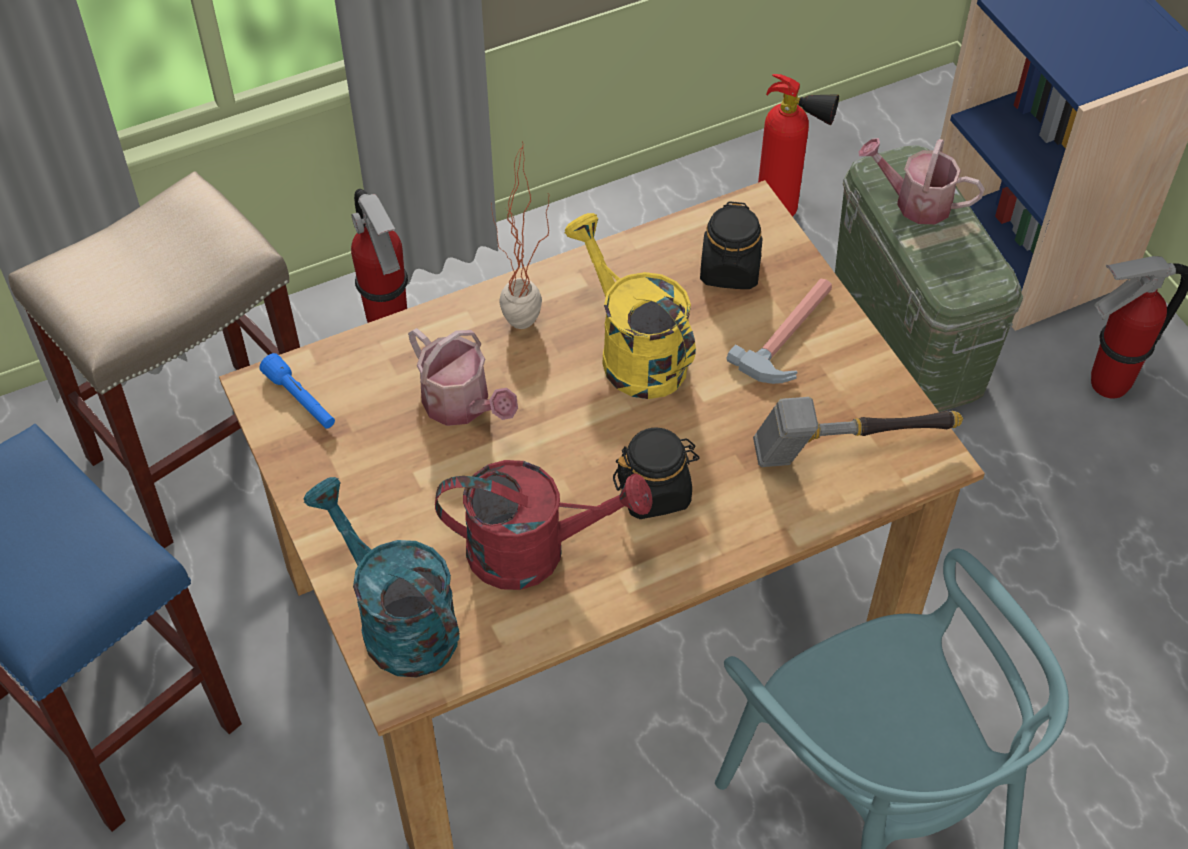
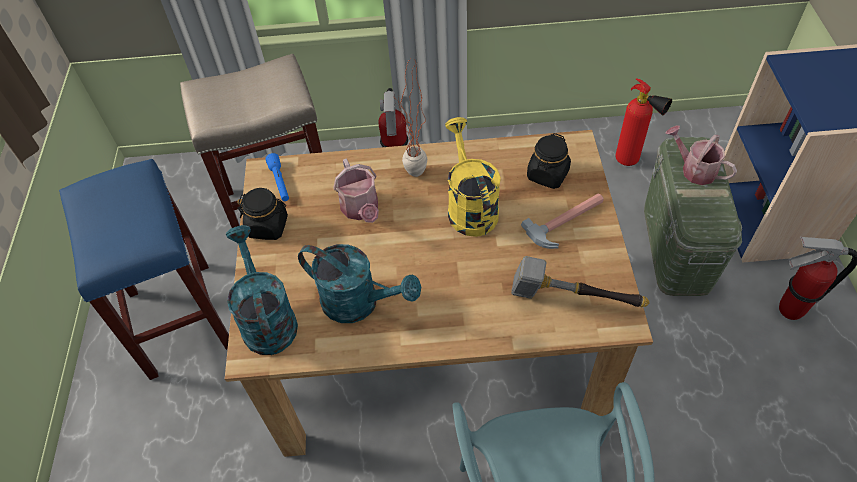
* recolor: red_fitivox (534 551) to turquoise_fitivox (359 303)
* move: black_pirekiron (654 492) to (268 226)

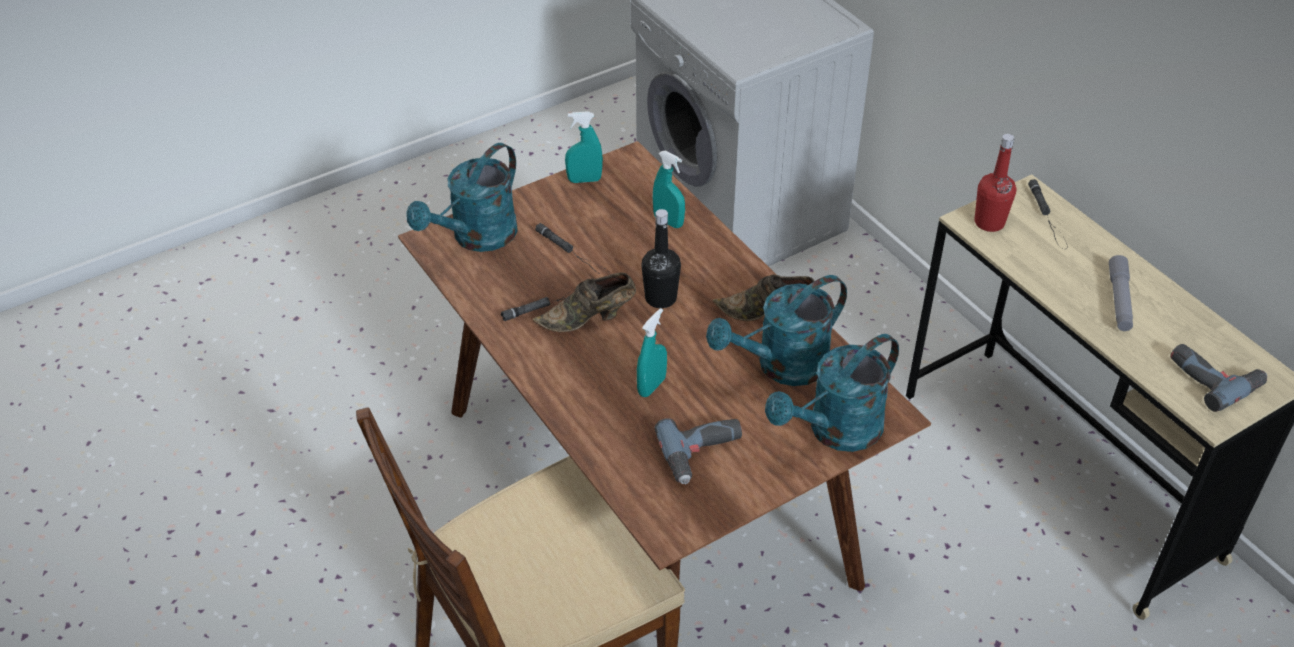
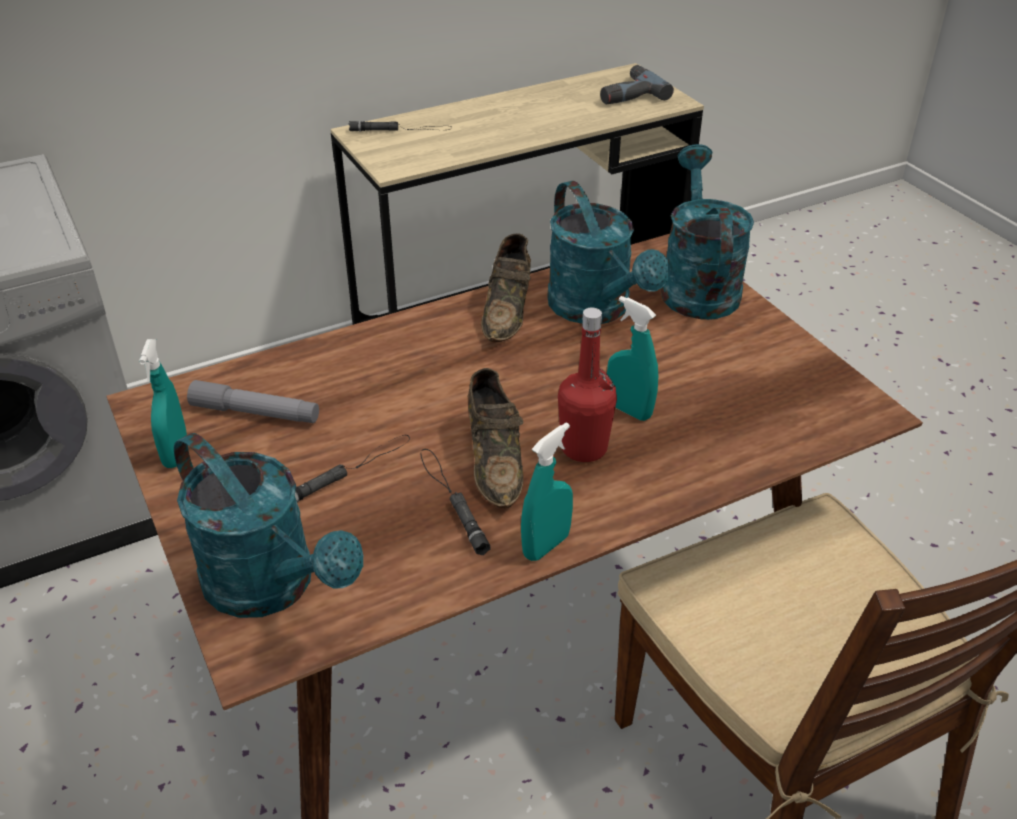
* delete: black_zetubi (660 298)
* move: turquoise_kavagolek (668 221) to (546 546)
* delete: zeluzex (703 454)
* rotate: turquoise_fitivox (835 431) = (697 285) 150 degrees counterclockwise
* move: red_zetubi (989 222) to (584 448)
* move: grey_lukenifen (1119 300) to (255 413)

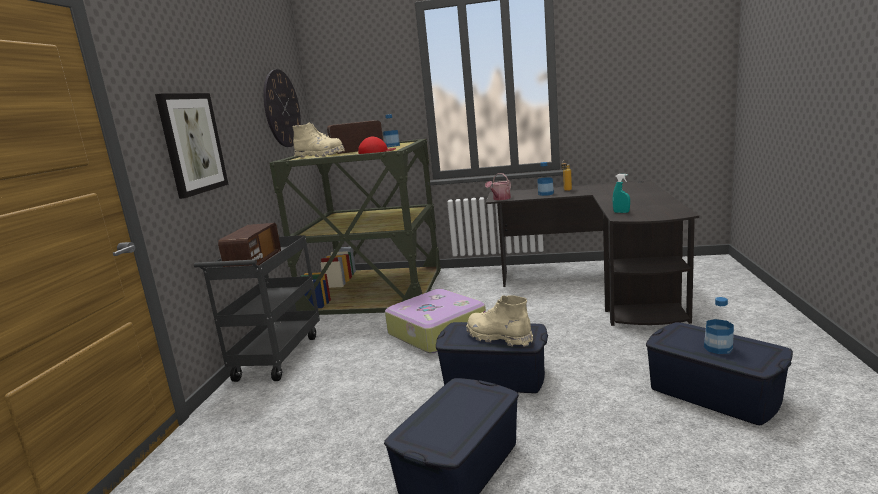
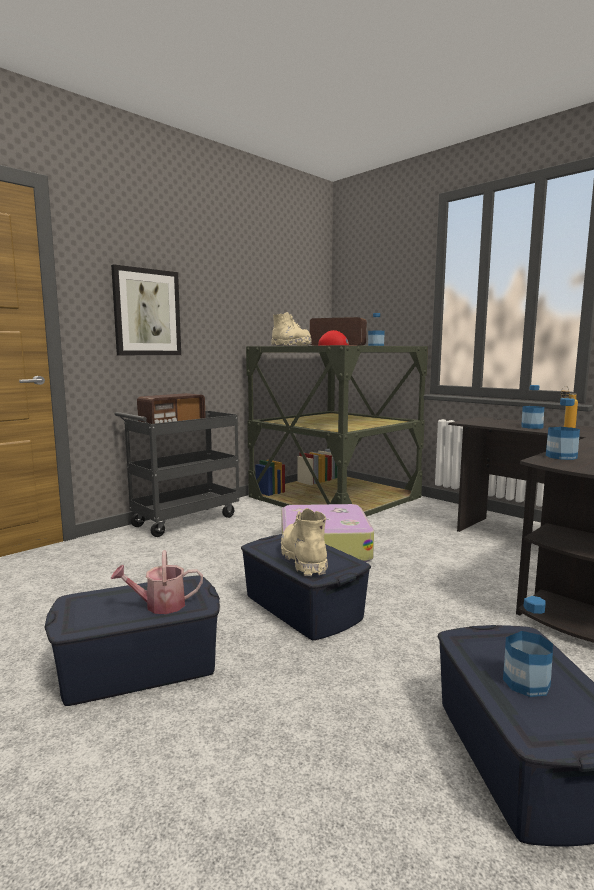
* delete: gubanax (282 108)
* move: fitivox (500 199) to (159 605)
* replace: turquoise_kavagolek (621 212) to zetubi (561 456)

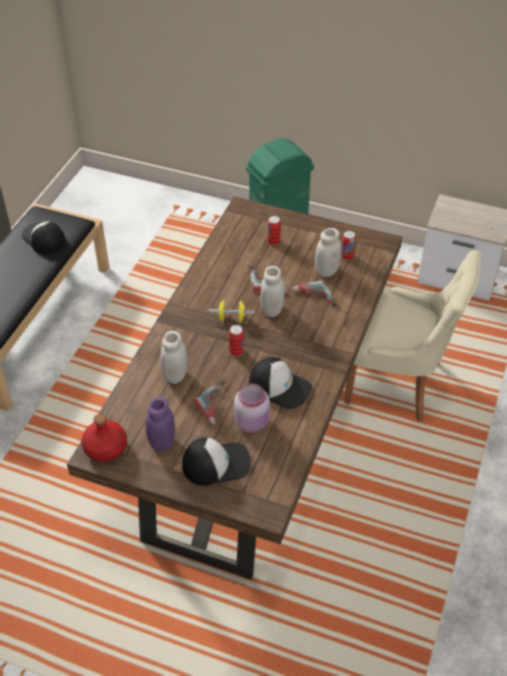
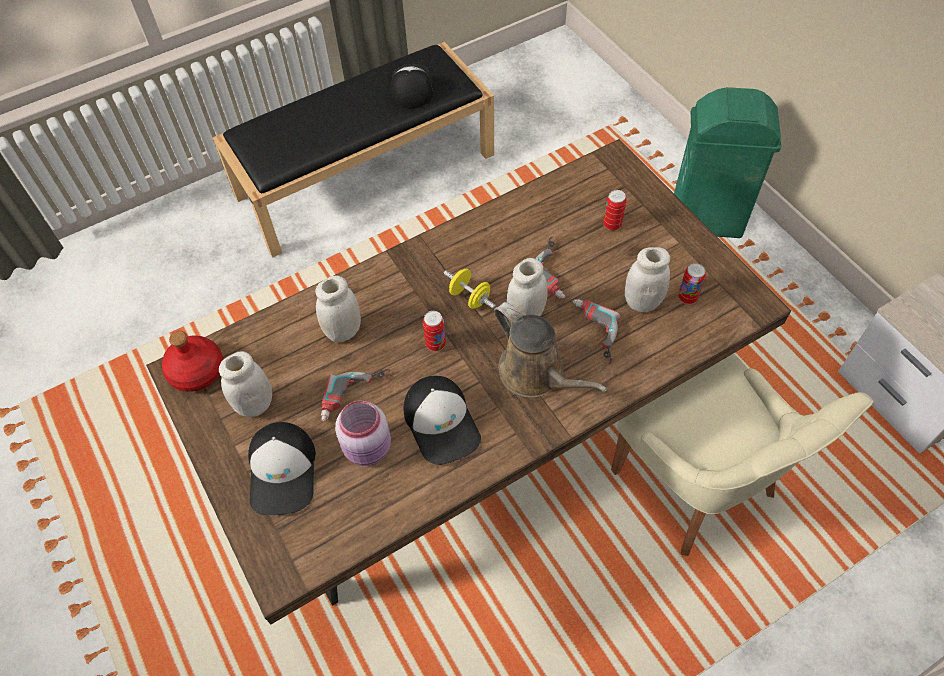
* recolor: purple_pirekiron (162 442) to white_pirekiron (255 404)
* rotate: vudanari (216 463) = (283 472) 60 degrees clockwise
* insert: brown_fitivox (536 374)

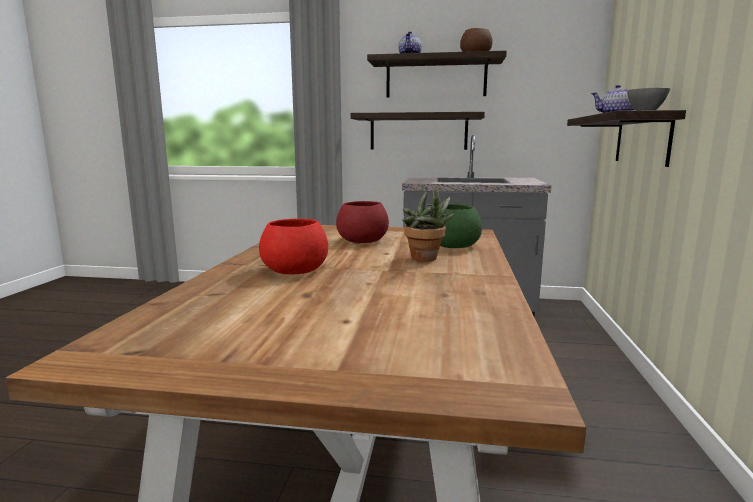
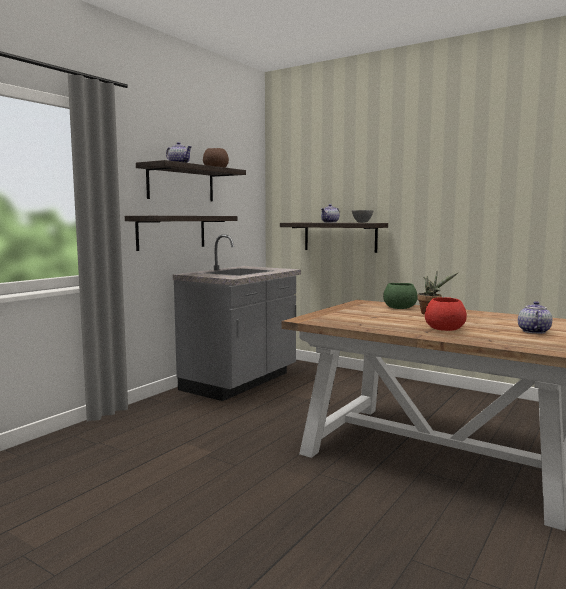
* delete: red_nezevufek (363 240)
* insert: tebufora (533 331)

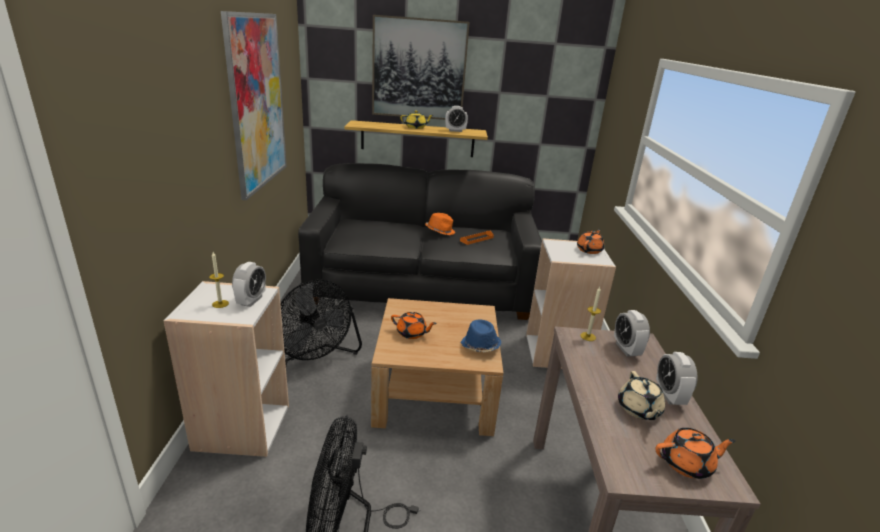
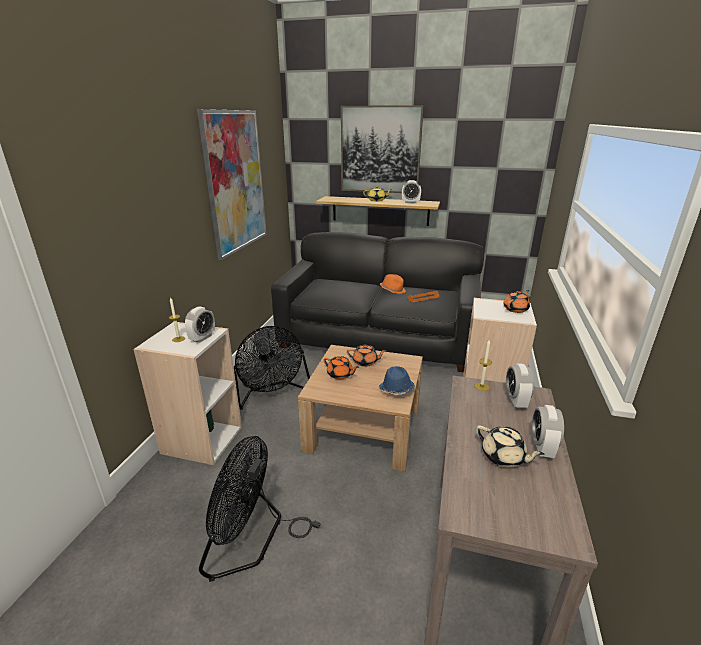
* rotate: beige_tebufora (639 409) = (503 457) 60 degrees counterclockwise
* move: orange_tebufora (687 464) to (365 362)

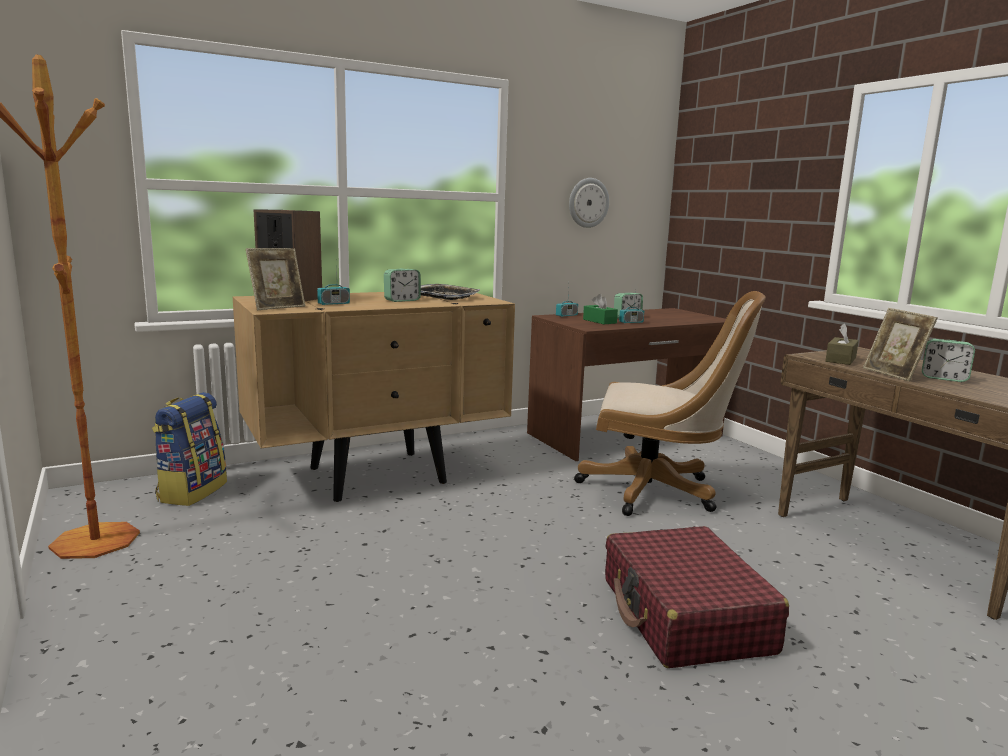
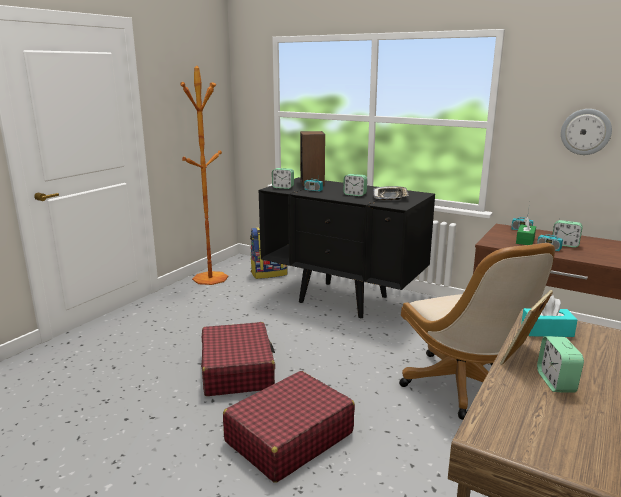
* recolor: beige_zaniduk (378 476) to black_zaniduk (344 300)
* replace: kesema (277 307) to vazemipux (283 187)
* recolor: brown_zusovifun (840 359) to turquoise_zusovifun (547 331)
* insert: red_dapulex (237 370)

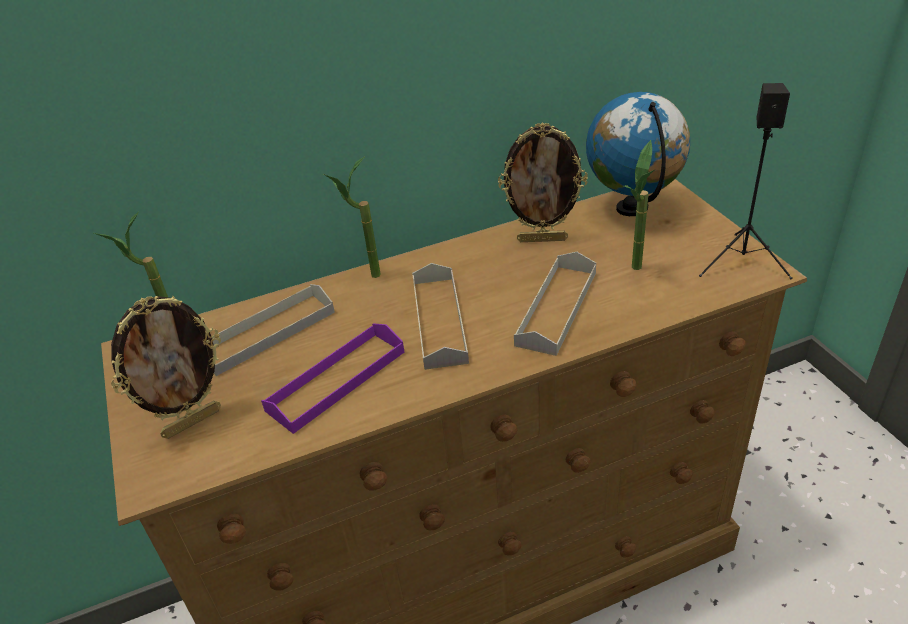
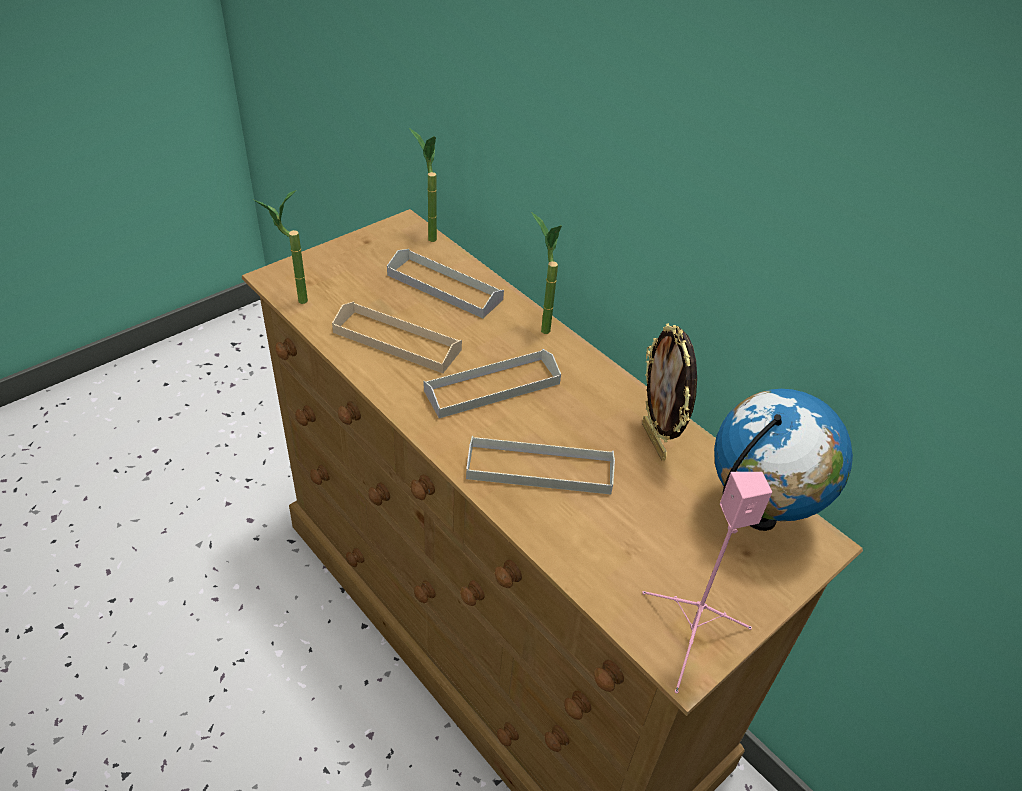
* delete: kesema (192 422)
* recolor: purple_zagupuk (336 380) to beige_zagupuk (397 341)
* move: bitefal (636 273) to (293 301)
* recolor: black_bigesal (743 262) to pink_bigesal (690 637)

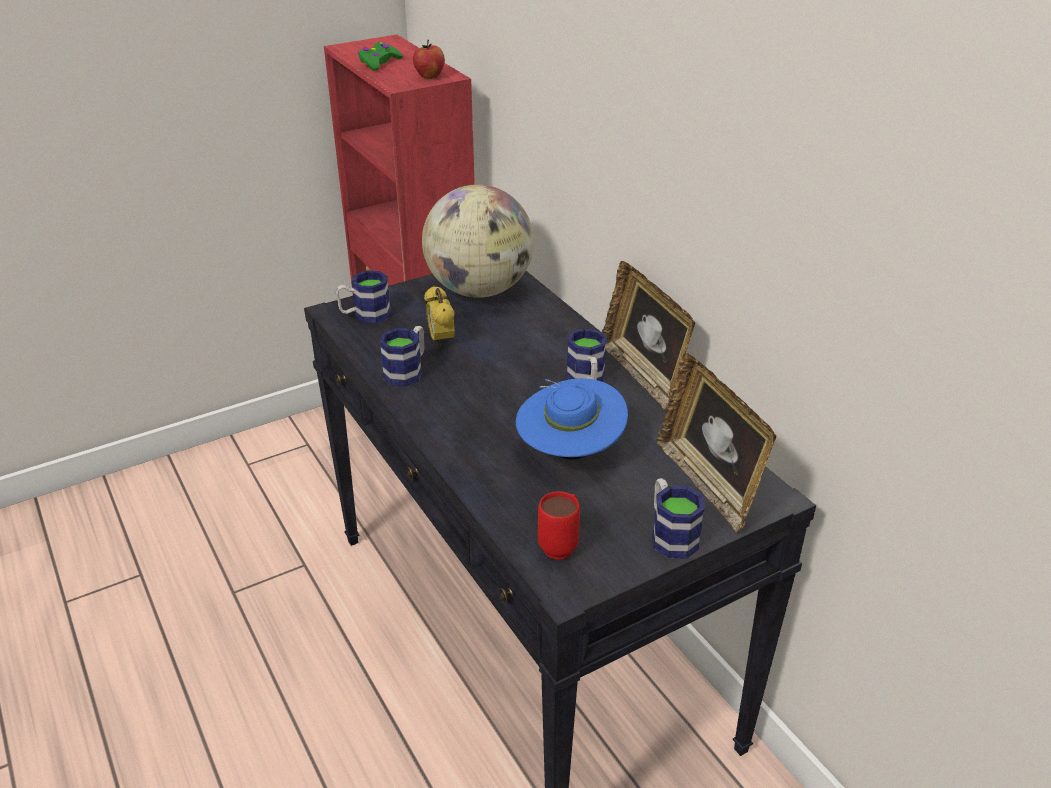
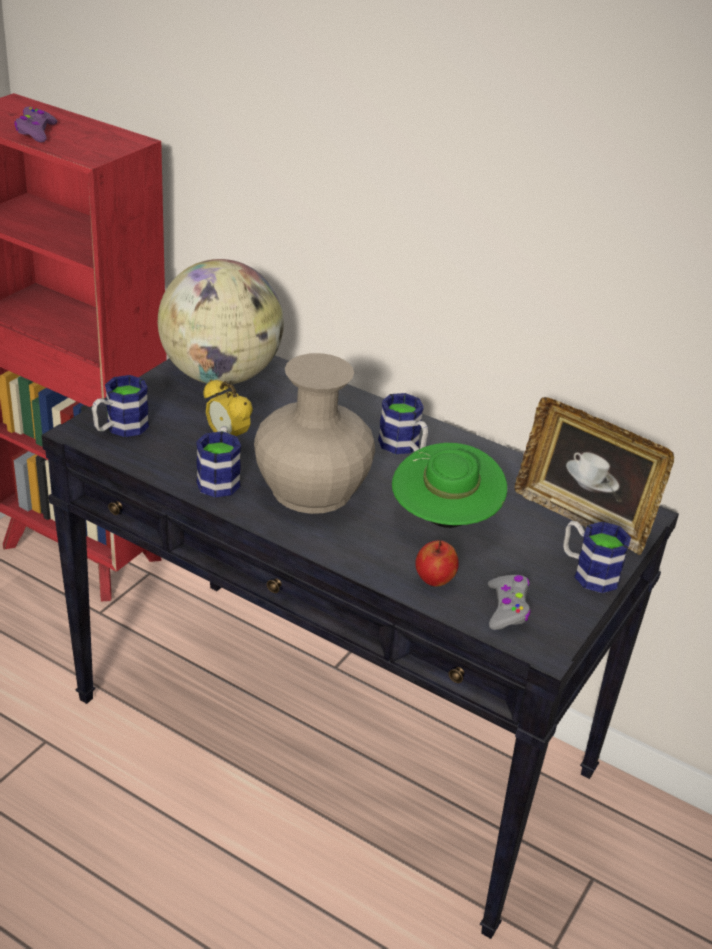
* recolor: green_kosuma (379 63) to purple_kosuma (36 132)
* move: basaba (429 76) to (434 580)
* recolor: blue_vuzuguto (569 451) to green_vuzuguto (444 520)
* replace: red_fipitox (562 544) to grey_kosuma (507 608)
* delete: kesema (643 373)
* insert: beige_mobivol (311 489)

